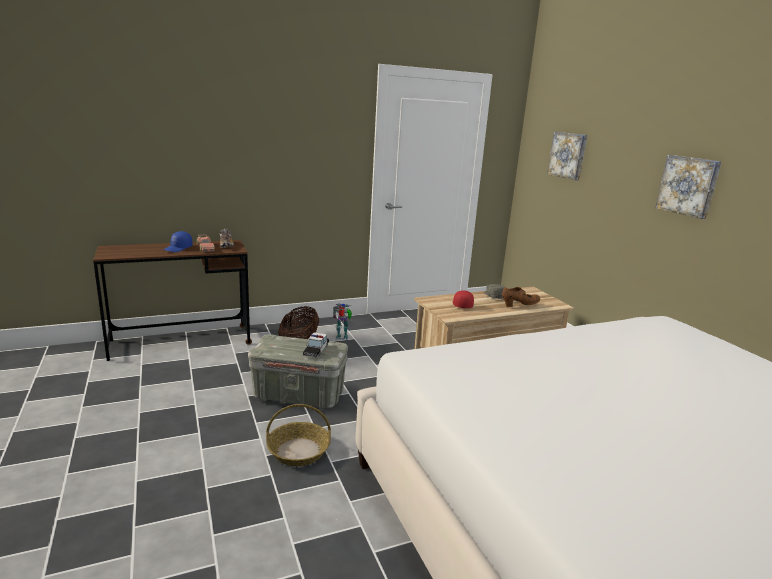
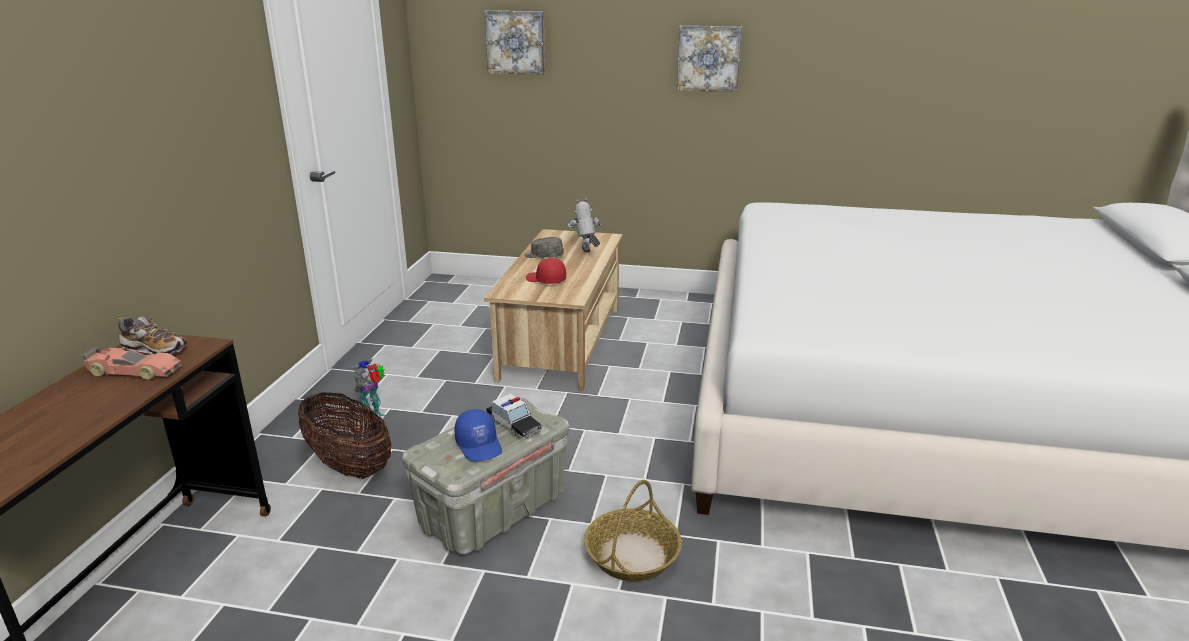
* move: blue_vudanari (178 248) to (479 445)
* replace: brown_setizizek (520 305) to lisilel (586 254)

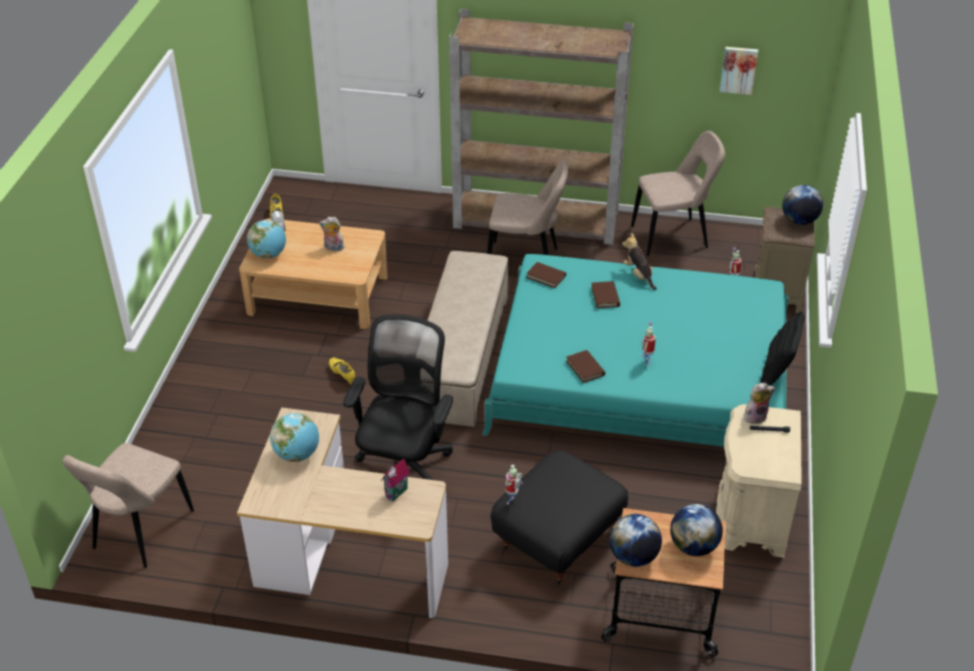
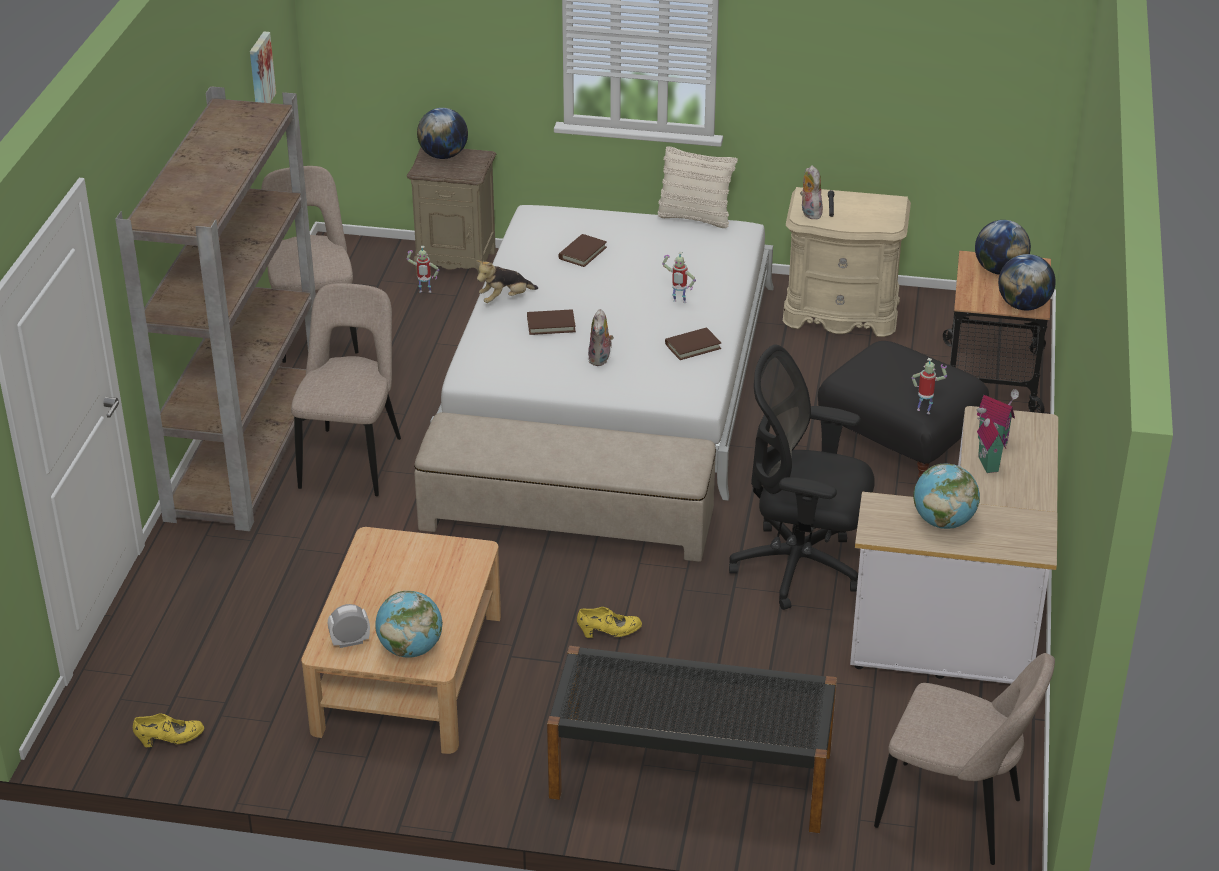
* move: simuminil (333 248) to (600 359)
* rotate: yellow_setizizek (342 375) = (609 633) 150 degrees counterclockwise
* recolor: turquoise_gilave (640 376) to white_gilave (611 373)
* move: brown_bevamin (546 276) to (582 253)
* recolor: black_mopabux (777 372) to beige_mopabux (696 218)
* insert: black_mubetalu (691 775)
* insert: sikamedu (986 464)

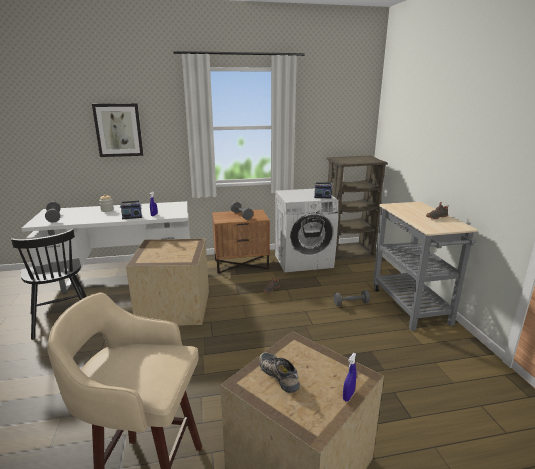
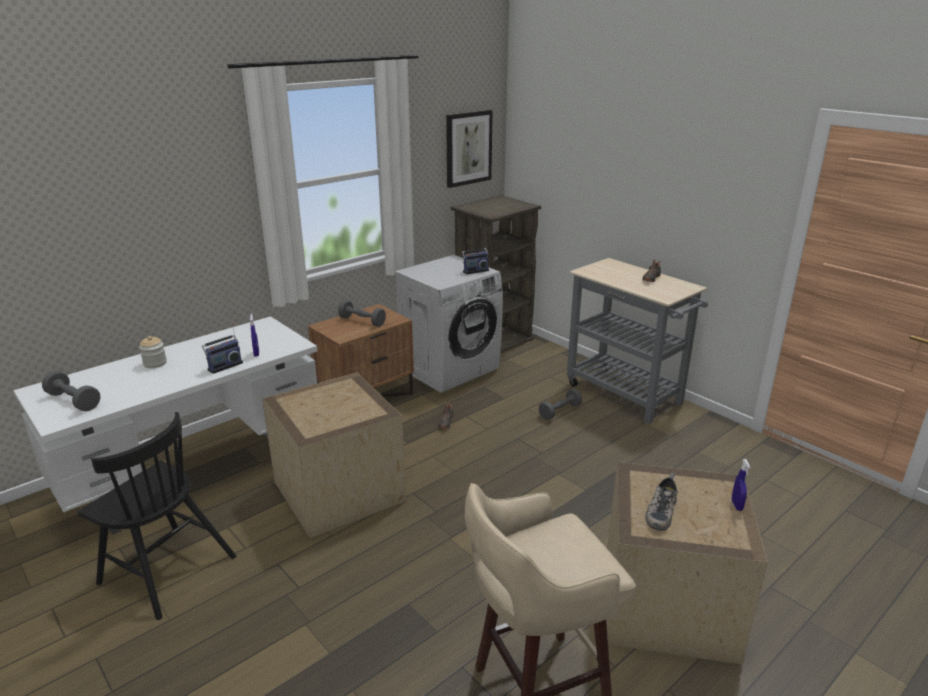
* move: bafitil (118 130) to (468 148)
* rotate: setizizek (280 375) = (660 510) 90 degrees counterclockwise

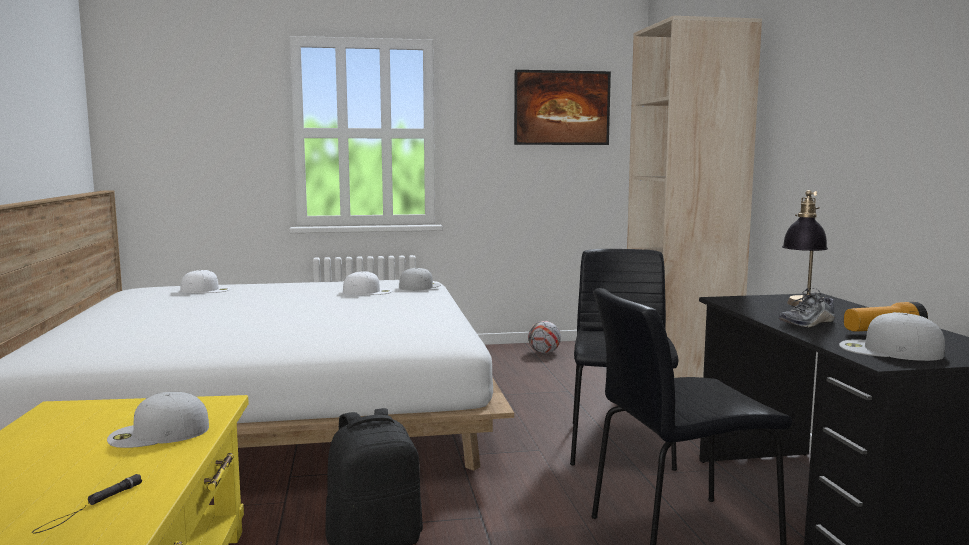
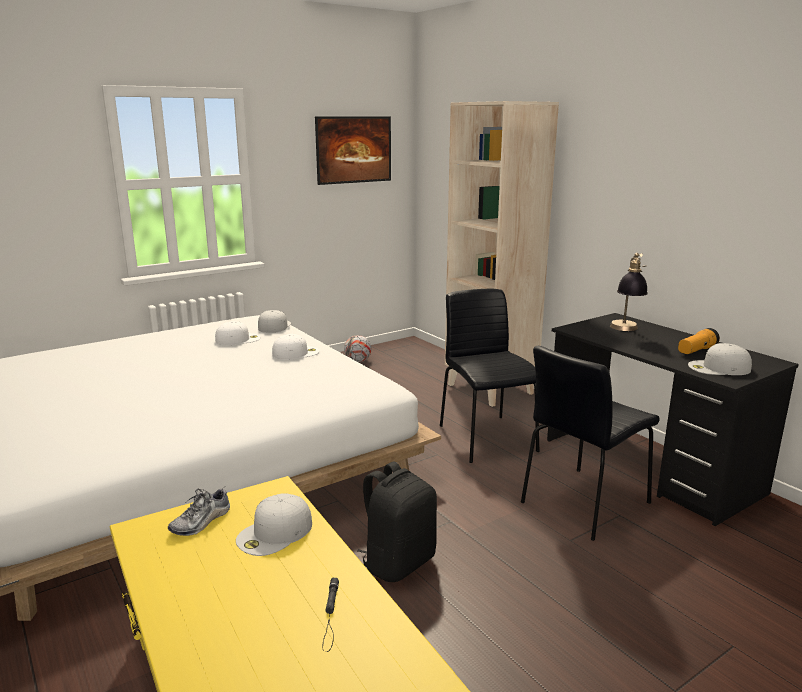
* move: white_vudanari (206 290) to (296 352)
* move: setizizek (808 323) to (201 522)

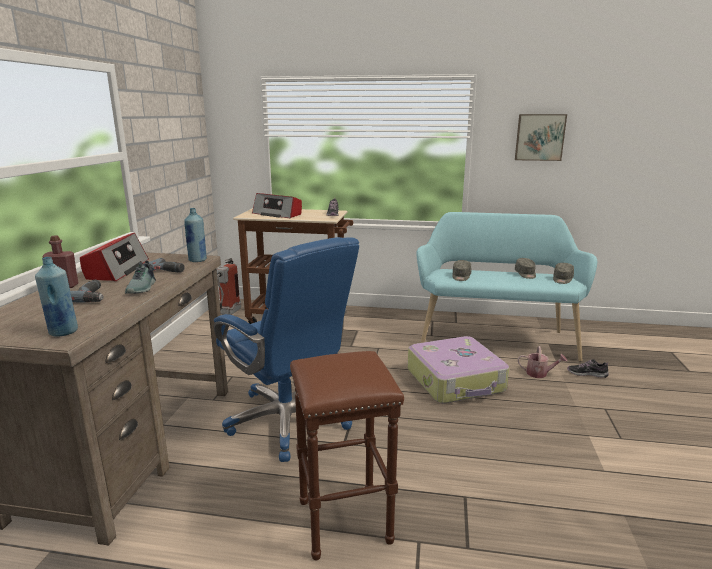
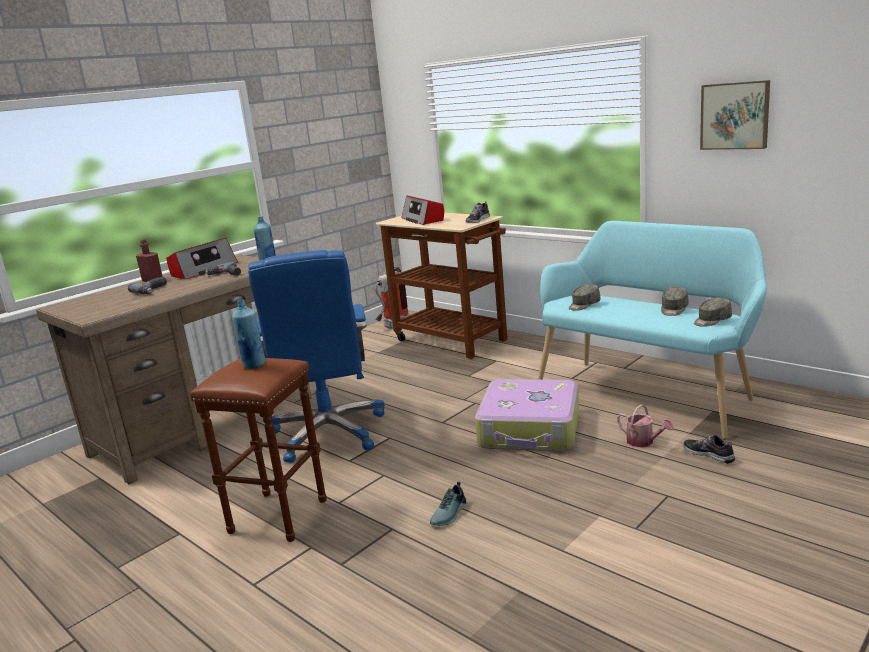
* move: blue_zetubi (63 332) to (254 365)
* move: setizizek (143 288) to (450 514)

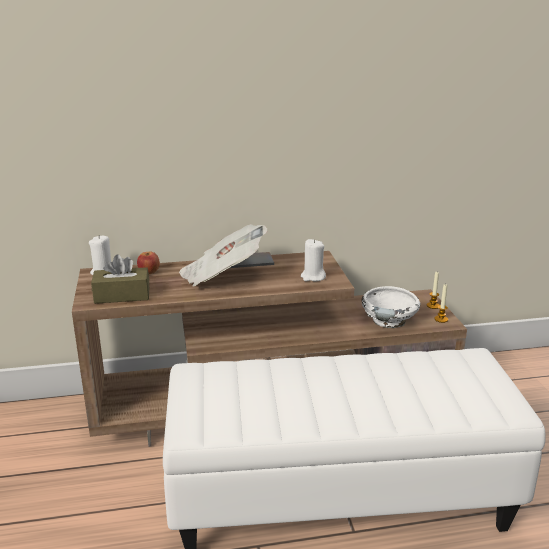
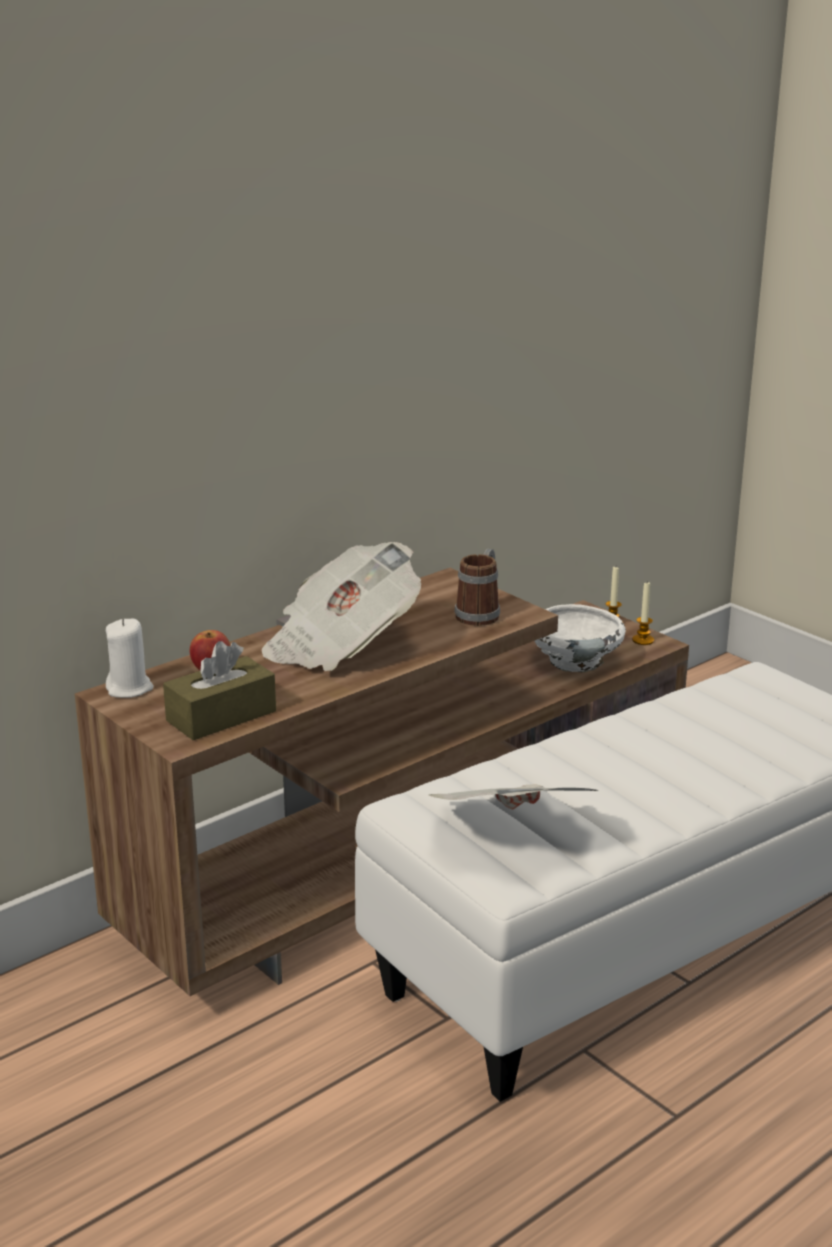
* replace: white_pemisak (313 277) to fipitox (480 613)
* insert: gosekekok (511 832)

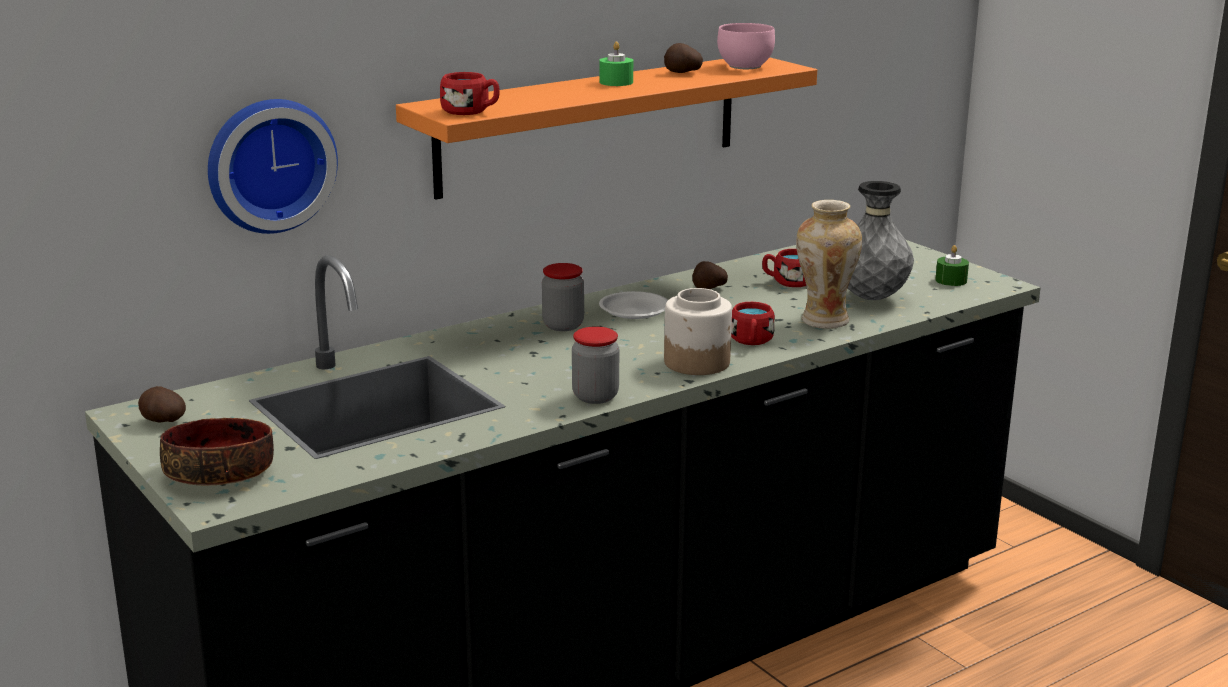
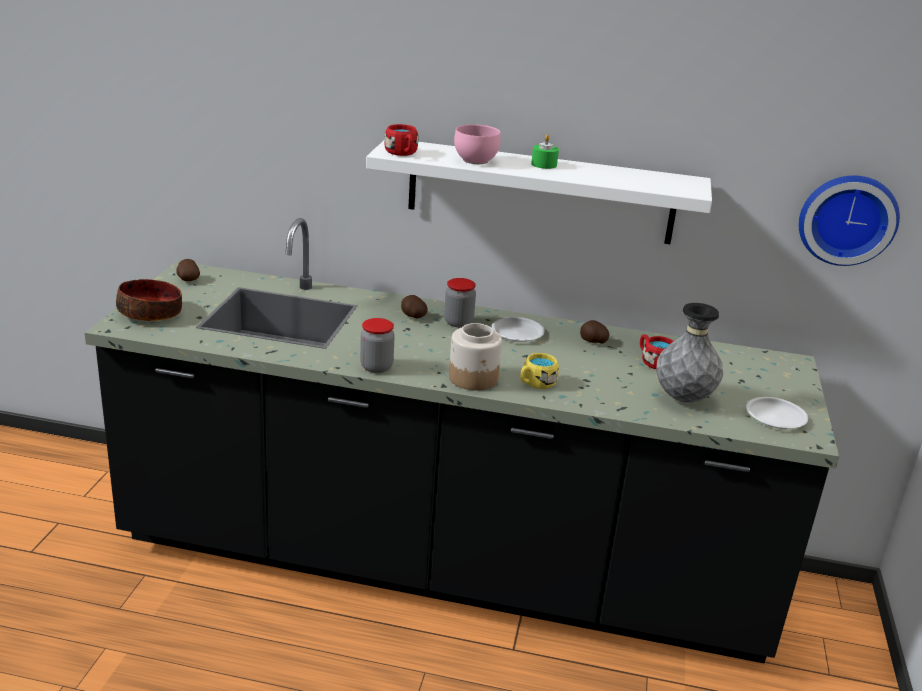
* move: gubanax (268 164) to (847 218)
* recolor: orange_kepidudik (590 124) to white_kepidudik (540 191)
* move: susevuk (682 73) to (412 316)
* move: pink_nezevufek (743 67) to (474 160)
* recolor: red_fipitox (751 341) to yellow_fipitox (535 384)
* delete: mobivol (823 321)
* replace: green_pemisak (951 280) to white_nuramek (776 417)

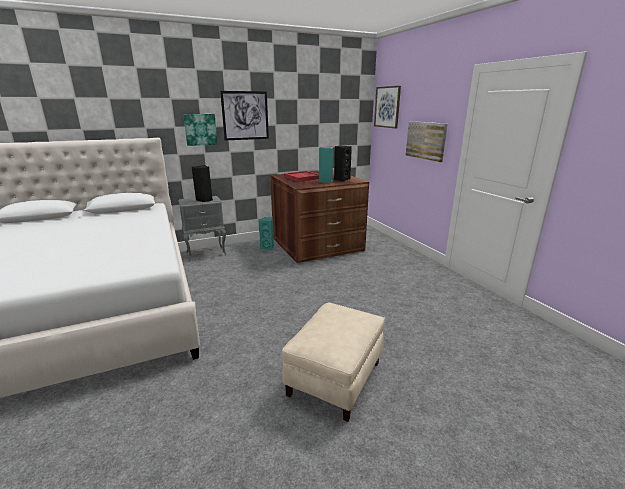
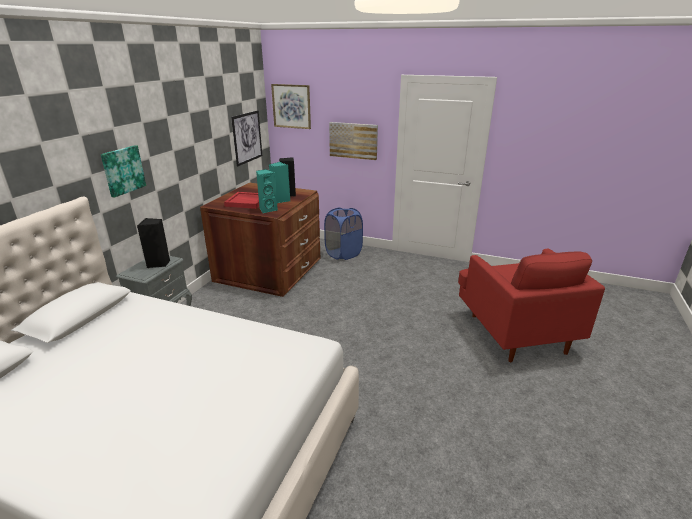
* move: bafitil (245 115) to (247 137)
* move: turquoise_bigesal (268 248) to (267 209)
* delete: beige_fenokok (335 379)
* insert: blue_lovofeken (343 253)
* insert: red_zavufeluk (514 331)

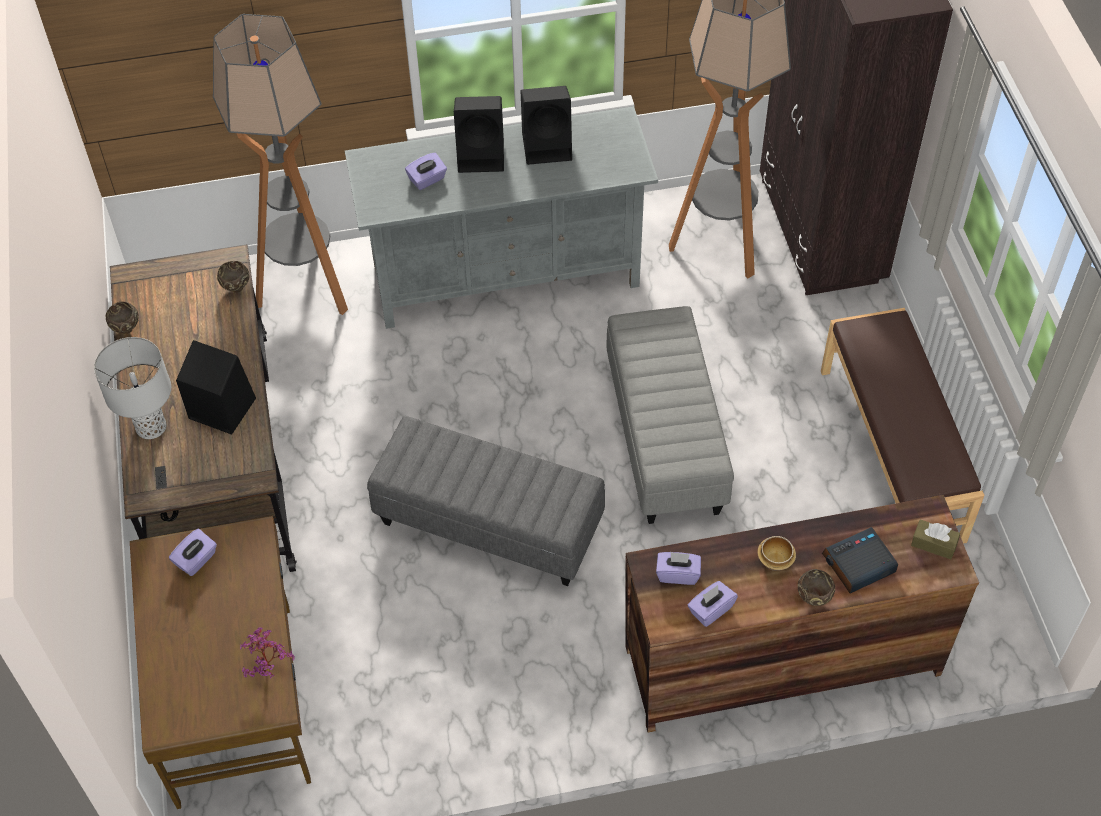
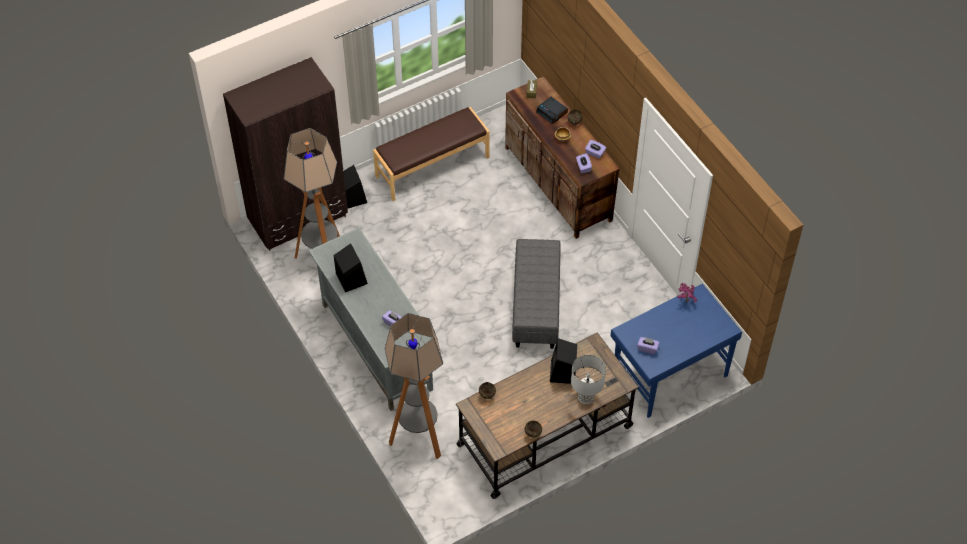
* recolor: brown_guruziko (237 702) to blue_guruziko (669 373)
* move: black_bigesal (482 155) to (353 197)
* delete: grey_fenokok (666 439)

